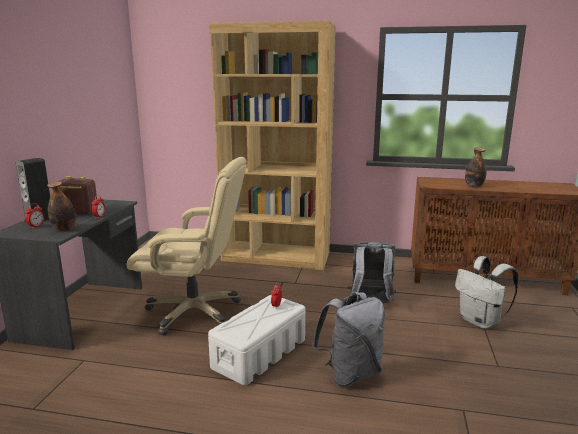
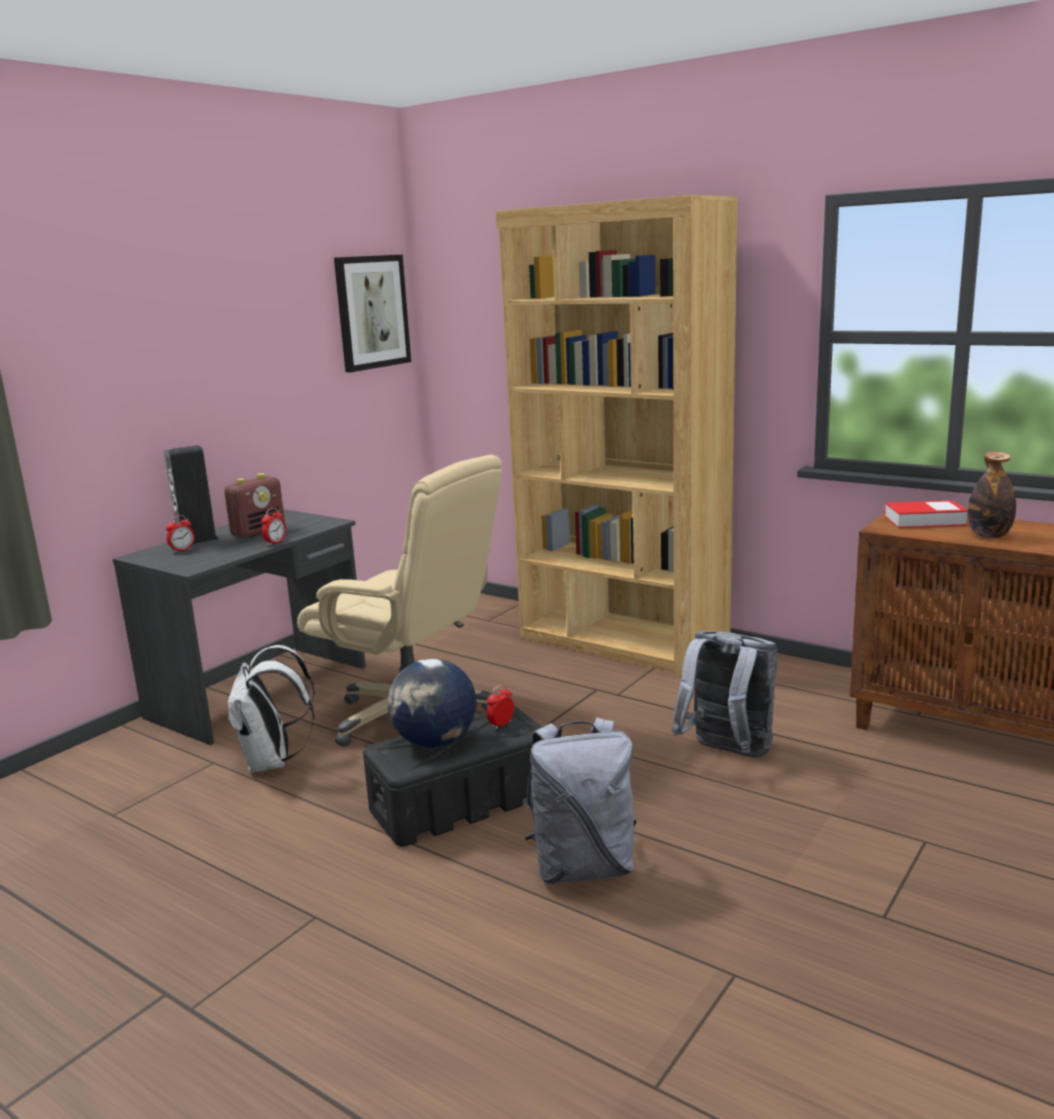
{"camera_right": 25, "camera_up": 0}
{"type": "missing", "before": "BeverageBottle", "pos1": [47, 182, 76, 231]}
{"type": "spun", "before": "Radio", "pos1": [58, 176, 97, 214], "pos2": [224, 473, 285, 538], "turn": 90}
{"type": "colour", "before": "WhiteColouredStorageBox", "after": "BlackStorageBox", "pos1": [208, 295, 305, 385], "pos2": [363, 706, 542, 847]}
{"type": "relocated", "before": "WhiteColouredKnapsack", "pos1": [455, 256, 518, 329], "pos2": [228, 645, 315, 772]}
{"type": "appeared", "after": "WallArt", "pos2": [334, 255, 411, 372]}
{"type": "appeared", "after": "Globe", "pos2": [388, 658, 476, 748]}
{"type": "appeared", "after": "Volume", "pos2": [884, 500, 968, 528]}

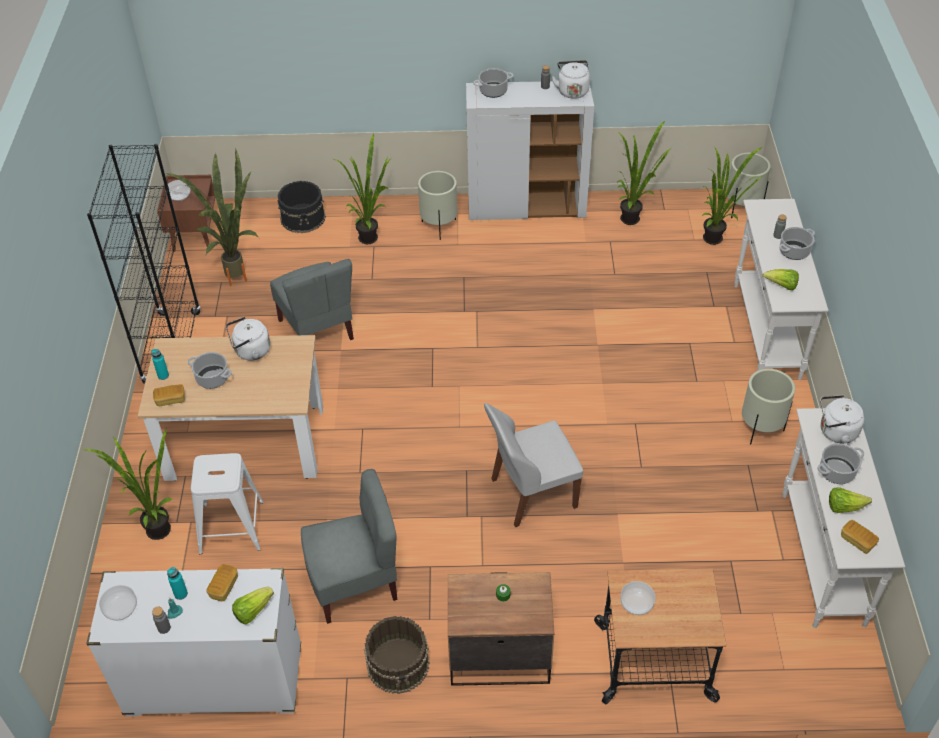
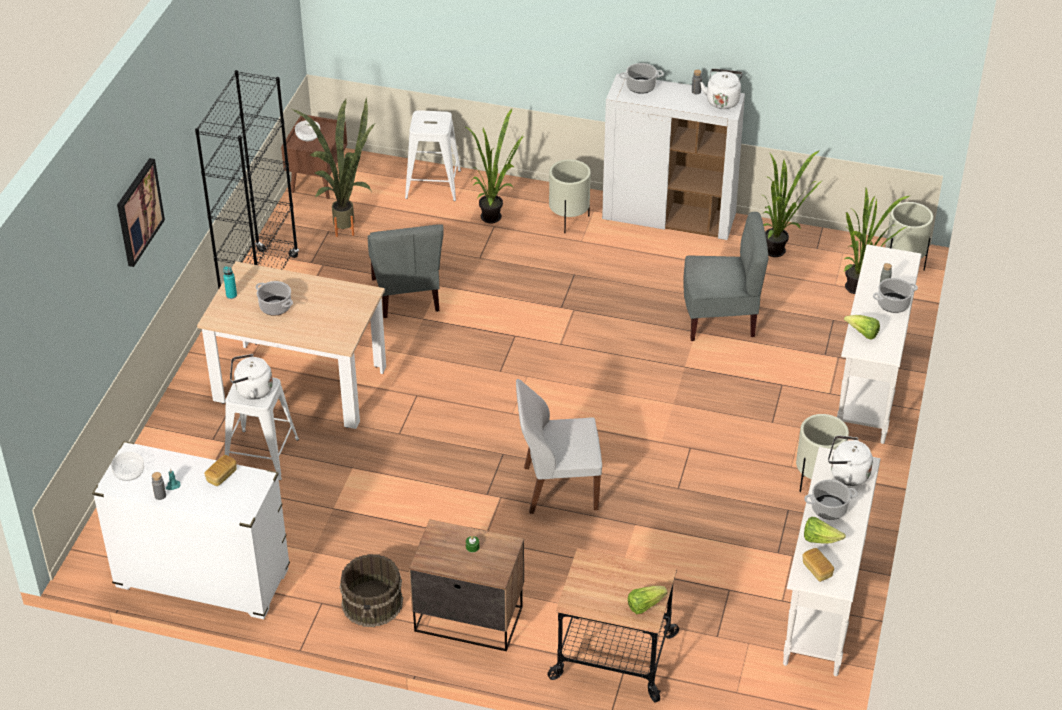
{"camera_right": 15, "camera_up": -5}
{"type": "missing", "before": "PottedPlant", "pos1": [84, 428, 173, 540]}
{"type": "missing", "before": "BakedBread", "pos1": [153, 384, 185, 406]}
{"type": "missing", "before": "TurquoiseColouredBeverageBottle", "pos1": [167, 567, 188, 600]}
{"type": "relocated", "before": "WhiteColouredWaterKettle", "pos1": [226, 317, 270, 360], "pos2": [230, 354, 273, 400]}
{"type": "relocated", "before": "Lettuce", "pos1": [232, 587, 274, 624], "pos2": [628, 586, 667, 614]}
{"type": "exchanged", "before": "BlackBucket", "after": "WhiteColouredSittingStool", "pos1": [277, 181, 326, 233], "pos2": [405, 110, 461, 201]}
{"type": "relocated", "before": "GreyishPlainChair", "pos1": [301, 469, 397, 624], "pos2": [683, 212, 768, 341]}
{"type": "missing", "before": "Bowl", "pos1": [621, 581, 655, 615]}
{"type": "appeared", "after": "WallArt", "pos2": [117, 158, 165, 267]}

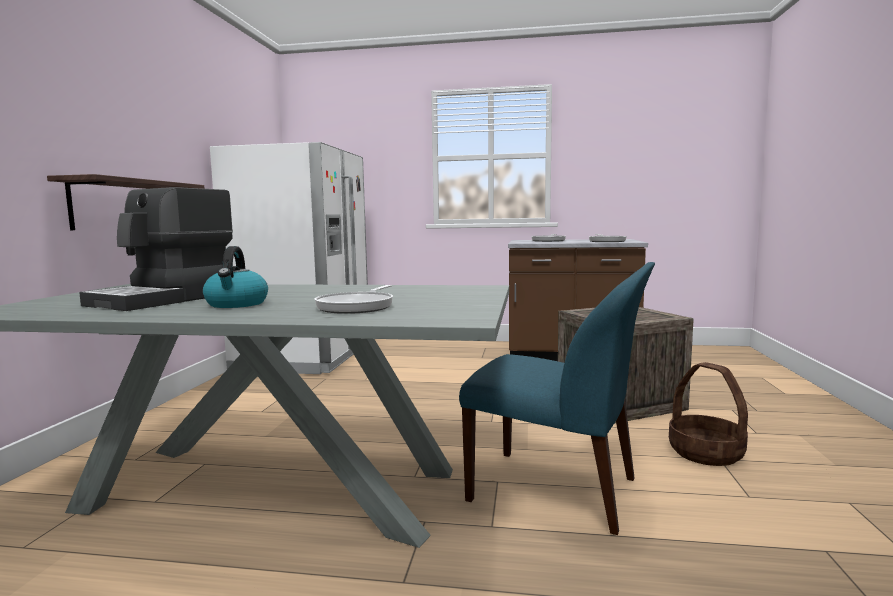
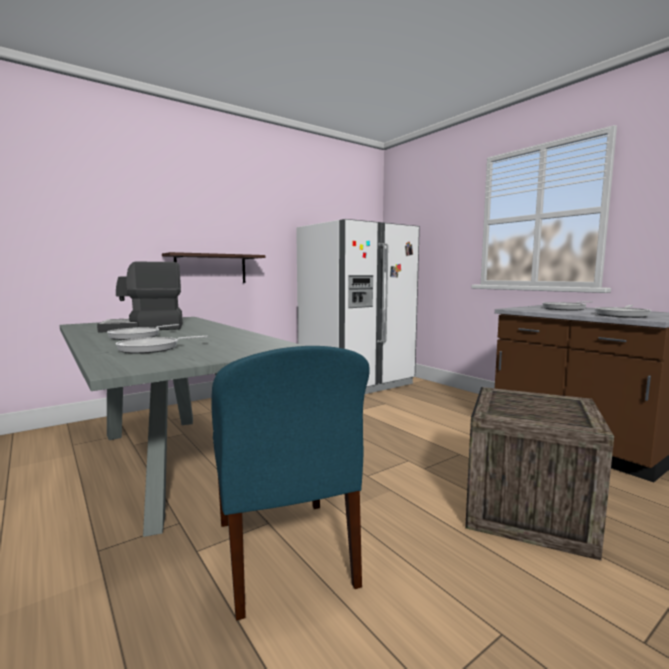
{"camera_right": 45, "camera_up": 0}
{"type": "exchanged", "before": "WaterKettle", "after": "FryingPan", "pos1": [203, 246, 268, 308], "pos2": [107, 324, 179, 340]}
{"type": "missing", "before": "HouseholdBasket", "pos1": [669, 362, 748, 466]}

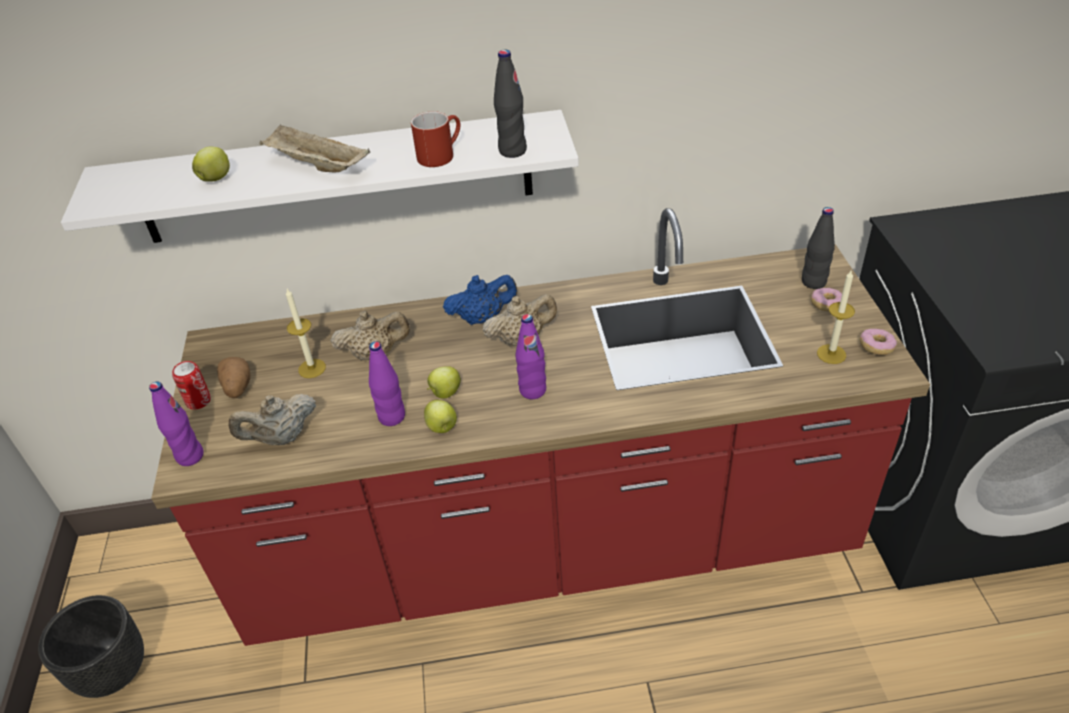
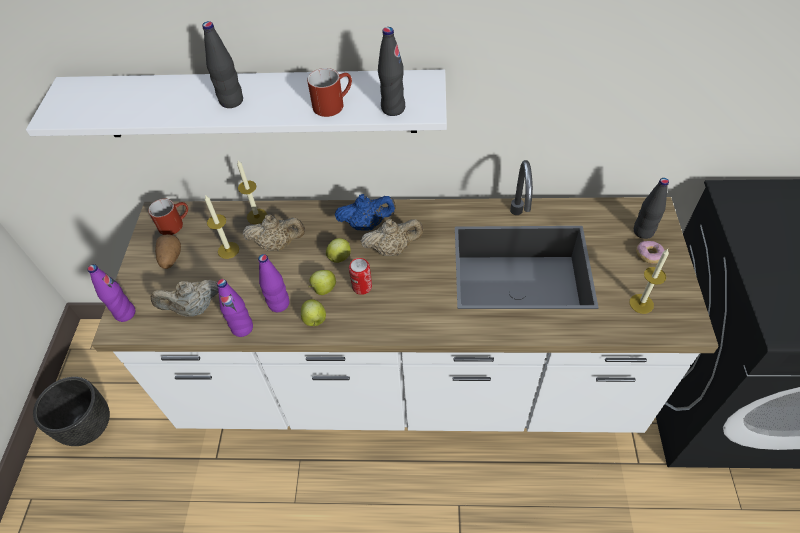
{"camera_right": 10, "camera_up": 10}
{"type": "colour", "before": "ReddishKitchenBaseUnit", "after": "WhiteColouredKitchenBaseUnit", "pos1": [151, 208, 930, 646], "pos2": [92, 160, 719, 433]}
{"type": "relocated", "before": "Can", "pos1": [172, 361, 211, 410], "pos2": [349, 258, 372, 295]}
{"type": "relocated", "before": "WholeApple", "pos1": [192, 147, 230, 182], "pos2": [326, 238, 351, 263]}
{"type": "exchanged", "before": "BeigeCarryingTray", "after": "BlackBeverageBottle", "pos1": [260, 124, 370, 173], "pos2": [202, 21, 243, 108]}
{"type": "relocated", "before": "PurplishBeverageBottle", "pos1": [516, 314, 546, 399], "pos2": [217, 279, 253, 337]}
{"type": "missing", "before": "RingDoughnut", "pos1": [859, 329, 897, 355]}
{"type": "appeared", "after": "ReddishMug", "pos2": [148, 199, 188, 235]}
{"type": "appeared", "after": "Candle", "pos2": [237, 160, 267, 224]}

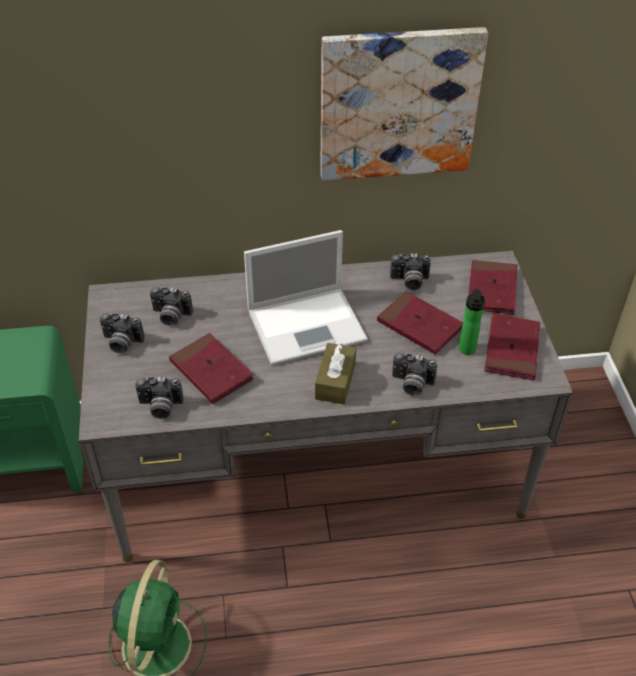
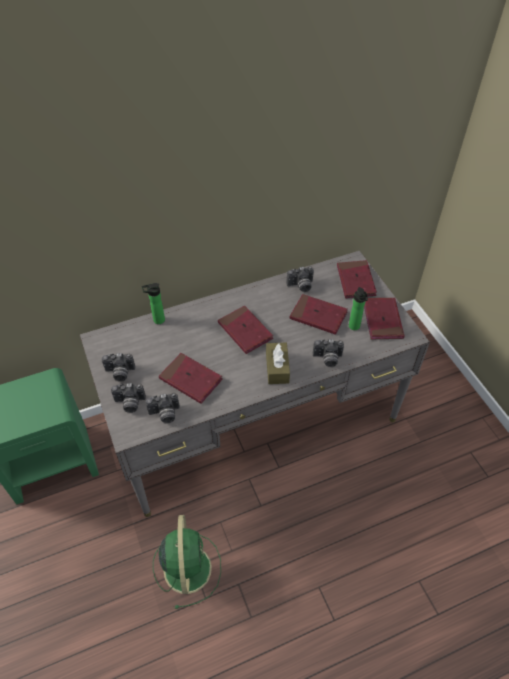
{"camera_right": -15, "camera_up": 5}
{"type": "relocated", "before": "StillCamera", "pos1": [150, 287, 193, 326], "pos2": [111, 383, 146, 413]}
{"type": "exchanged", "before": "NotebookComputer", "after": "ReddishVolume", "pos1": [244, 230, 368, 365], "pos2": [218, 305, 273, 354]}
{"type": "missing", "before": "WallArt", "pos1": [320, 27, 488, 180]}
{"type": "appeared", "after": "BeverageBottle", "pos2": [142, 283, 165, 324]}

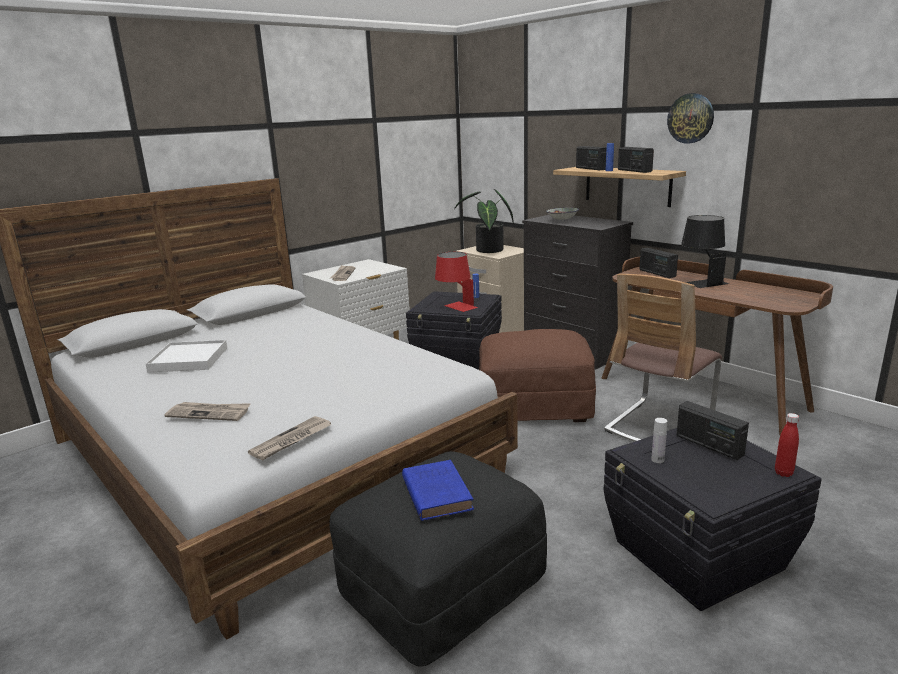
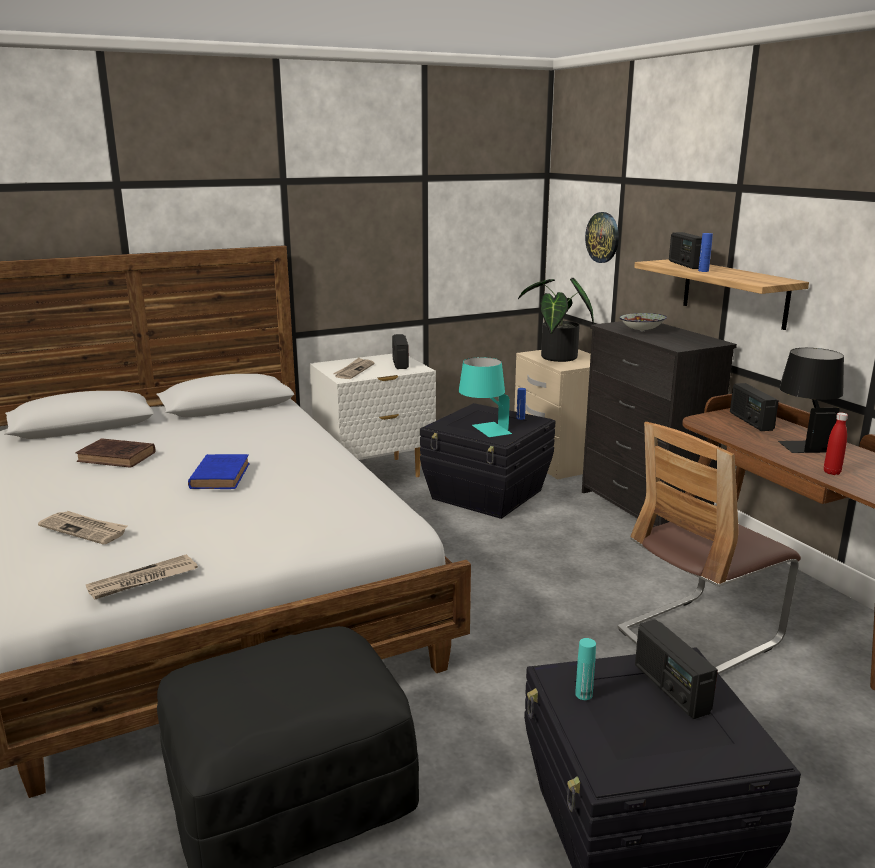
{"camera_right": 15, "camera_up": 0}
{"type": "exchanged", "before": "WhiteColouredCarryingTray", "after": "BrownColouredVolume", "pos1": [146, 340, 227, 373], "pos2": [76, 438, 155, 468]}
{"type": "relocated", "before": "BlueVolume", "pos1": [402, 460, 474, 521], "pos2": [188, 454, 250, 489]}
{"type": "colour", "before": "ReddishLampForATable", "after": "TurquoiseColouredLampForATable", "pos1": [435, 252, 478, 312], "pos2": [459, 357, 512, 437]}
{"type": "missing", "before": "BrownColouredFootrest", "pos1": [479, 329, 596, 422]}
{"type": "relocated", "before": "Radio", "pos1": [618, 147, 654, 173], "pos2": [392, 334, 409, 369]}
{"type": "colour", "before": "WhiteColouredBeverageBottle", "after": "TurquoiseColouredBeverageBottle", "pos1": [651, 418, 667, 463], "pos2": [575, 638, 596, 700]}
{"type": "relocated", "before": "WallClock", "pos1": [667, 93, 714, 144], "pos2": [585, 212, 619, 263]}
{"type": "relocated", "before": "ReddishBeverageBottle", "pos1": [775, 413, 799, 477], "pos2": [824, 413, 848, 475]}

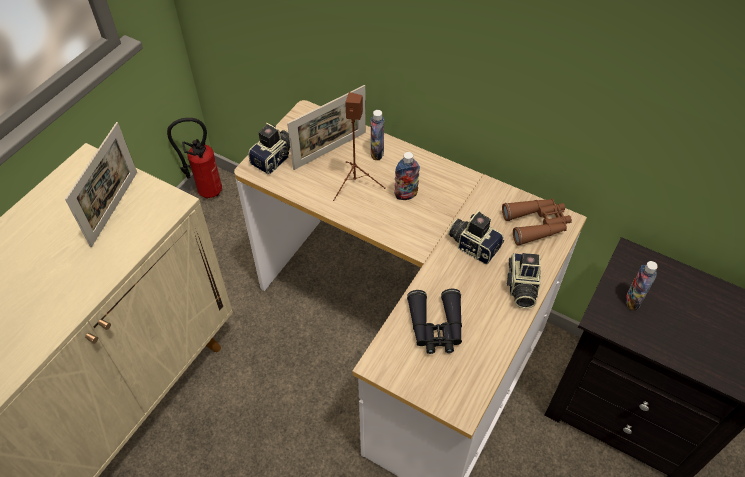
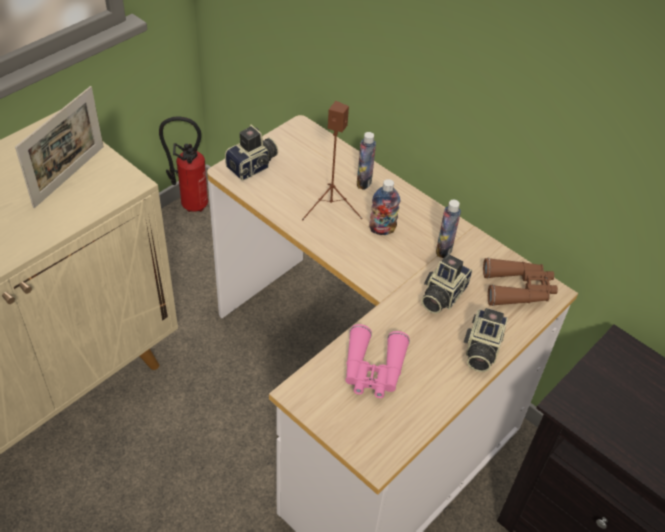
{"camera_right": 10, "camera_up": -5}
{"type": "missing", "before": "StandingFrame", "pos1": [287, 85, 366, 170]}
{"type": "colour", "before": "BlackBinoculars", "after": "PinkishBinoculars", "pos1": [407, 289, 462, 354], "pos2": [345, 324, 410, 398]}
{"type": "spun", "before": "StillCamera", "pos1": [448, 210, 504, 264], "pos2": [421, 254, 472, 314], "turn": -105}
{"type": "relocated", "before": "BeverageBottle", "pos1": [625, 261, 658, 310], "pos2": [436, 200, 461, 258]}

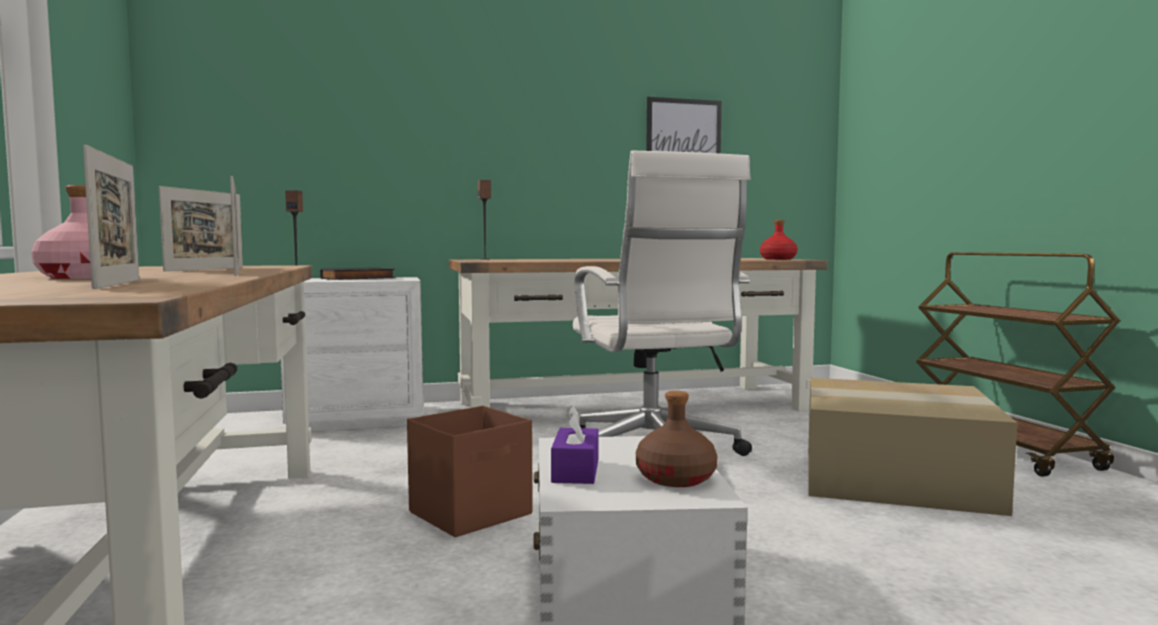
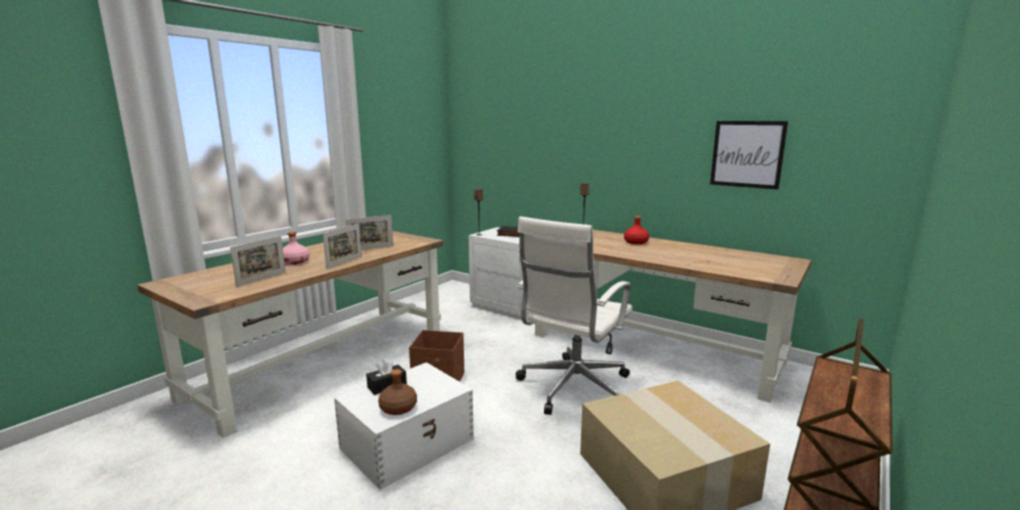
{"camera_right": 50, "camera_up": 10}
{"type": "colour", "before": "PurplishTissueBox", "after": "BlackTissueBox", "pos1": [551, 405, 599, 484], "pos2": [366, 358, 407, 395]}
{"type": "relocated", "before": "ReddishBeverageBottle", "pos1": [760, 220, 797, 260], "pos2": [624, 216, 649, 245]}

